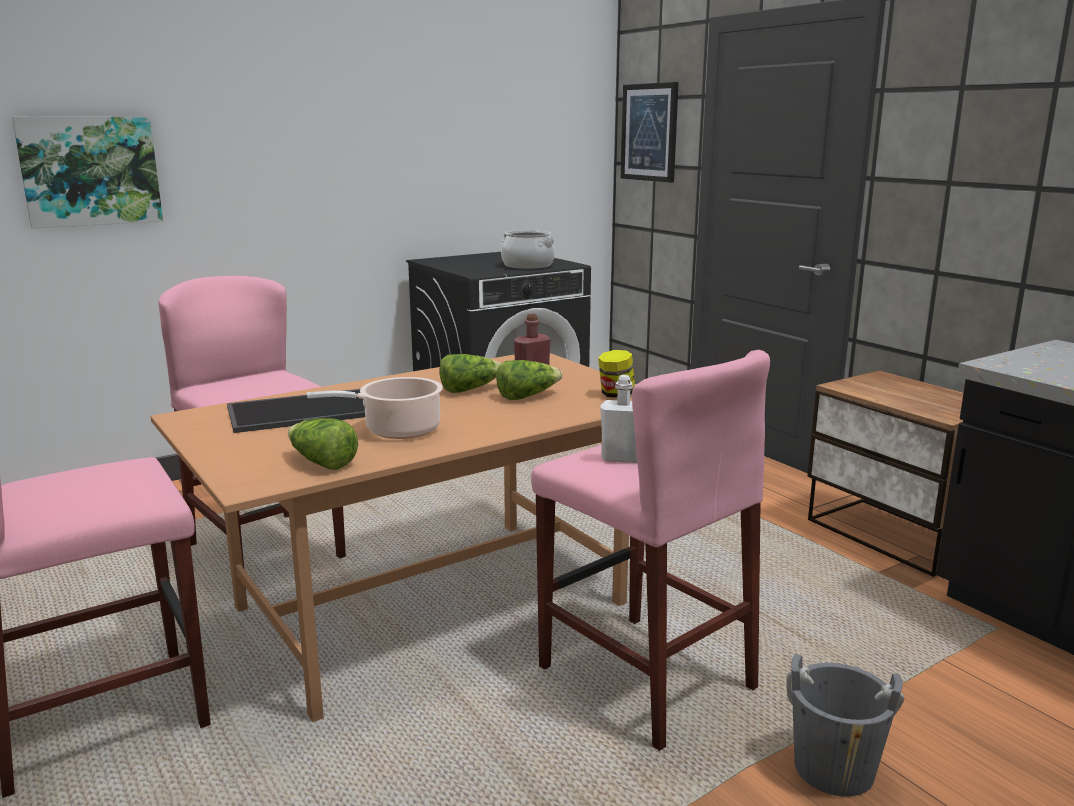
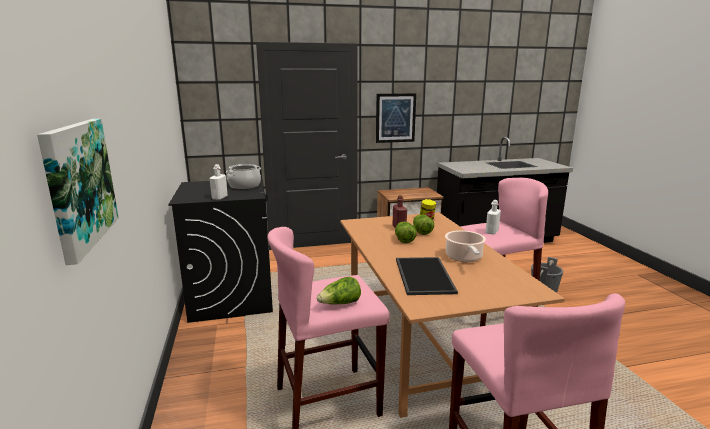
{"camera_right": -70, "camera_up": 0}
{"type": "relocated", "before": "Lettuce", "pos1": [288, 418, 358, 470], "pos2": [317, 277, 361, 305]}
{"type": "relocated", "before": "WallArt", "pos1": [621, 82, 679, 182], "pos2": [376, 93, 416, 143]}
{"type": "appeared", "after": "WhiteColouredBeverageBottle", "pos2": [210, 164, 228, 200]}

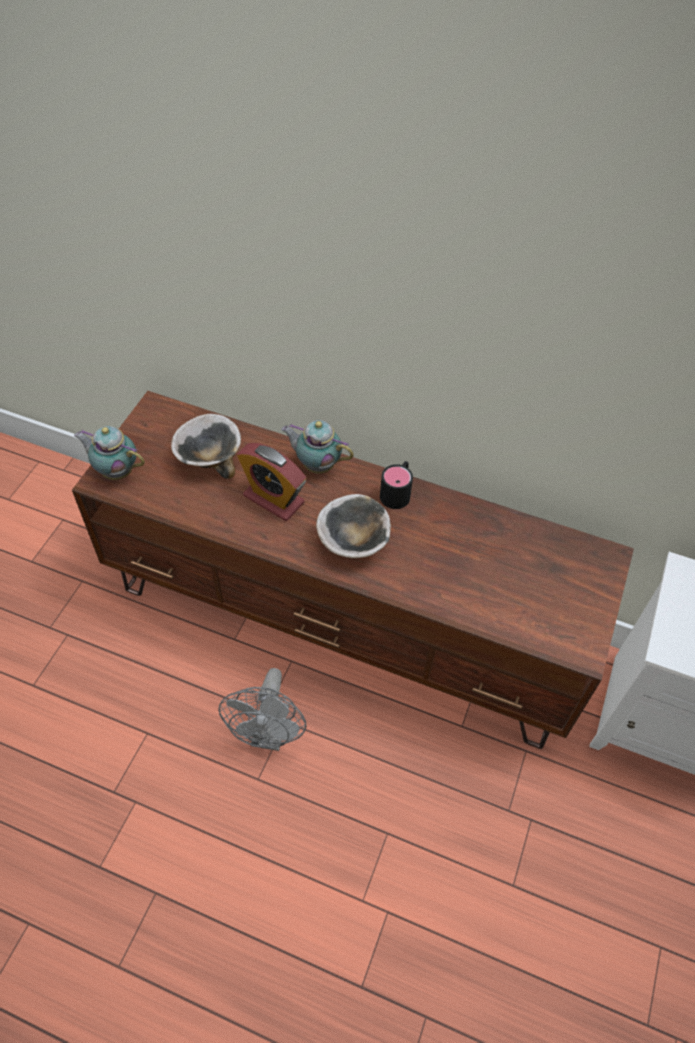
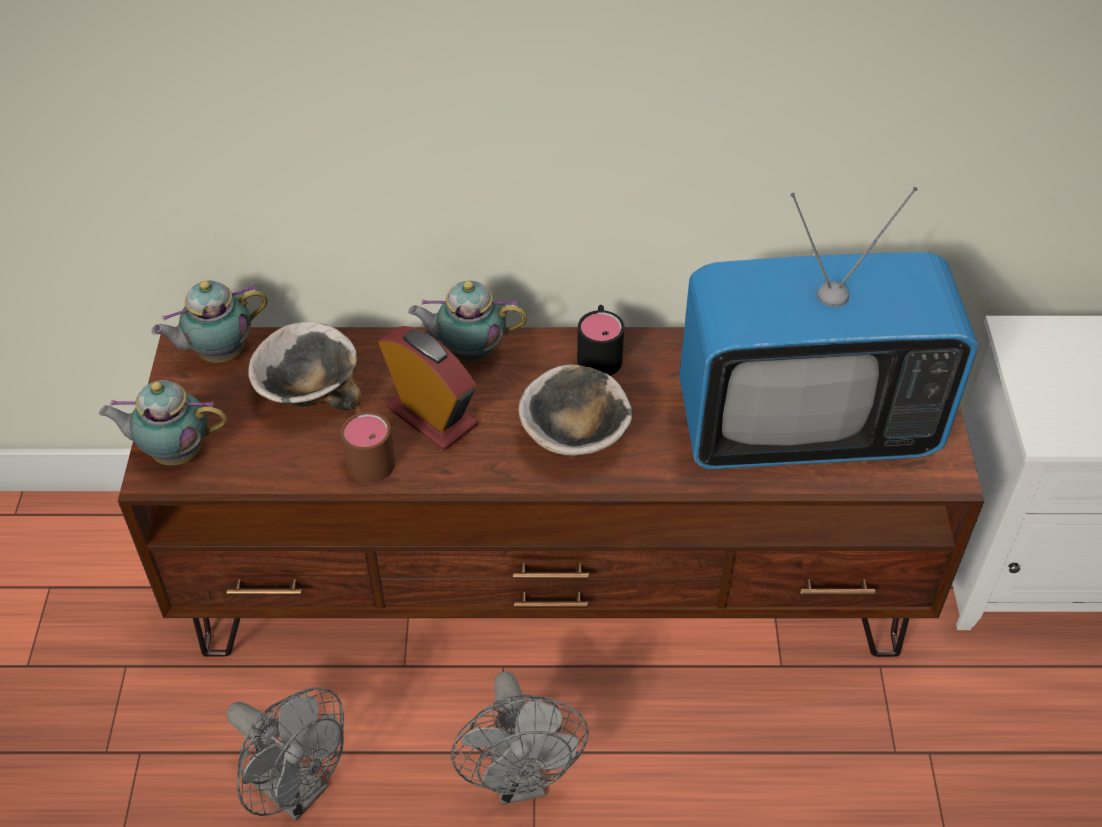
{"camera_right": -20, "camera_up": -5}
{"type": "spun", "before": "AlarmClock", "pos1": [237, 443, 306, 521], "pos2": [378, 326, 477, 450], "turn": -150}
{"type": "appeared", "after": "Teapot", "pos2": [151, 281, 268, 363]}
{"type": "appeared", "after": "GreyishElectricFan", "pos2": [227, 687, 344, 820]}
{"type": "appeared", "after": "BrownColouredMug", "pos2": [341, 406, 395, 483]}
{"type": "appeared", "after": "Tv", "pos2": [679, 187, 978, 469]}

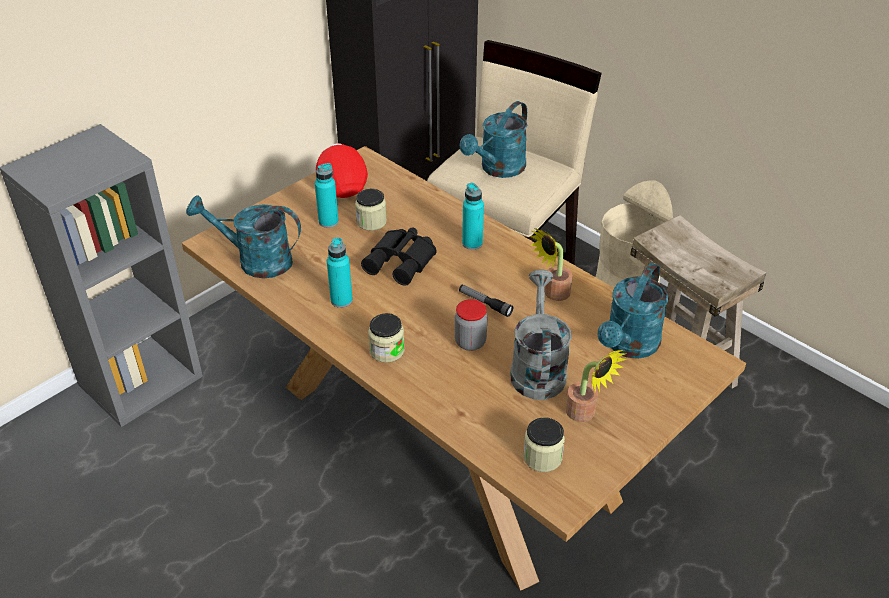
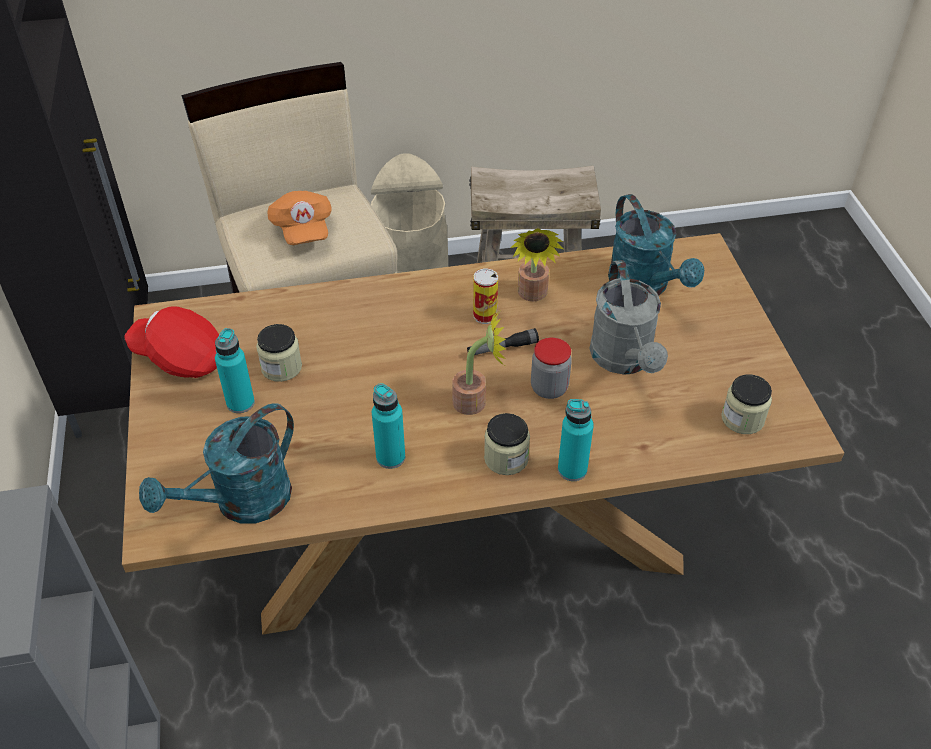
{"camera_right": -55, "camera_up": 5}
{"type": "missing", "before": "BlackBinoculars", "pos1": [361, 227, 437, 286]}
{"type": "exchanged", "before": "TurquoiseColouredWateringCan", "after": "OrangeyBaseballCap", "pos1": [460, 101, 527, 178], "pos2": [267, 191, 332, 245]}
{"type": "relocated", "before": "TurquoiseColouredBeverageBottle", "pos1": [462, 183, 484, 250], "pos2": [558, 399, 594, 481]}
{"type": "spun", "before": "GreyishWateringCan", "pos1": [511, 269, 572, 400], "pos2": [589, 260, 668, 374], "turn": -135}
{"type": "relocated", "before": "PottedPlant", "pos1": [566, 350, 627, 422], "pos2": [452, 312, 506, 415]}
{"type": "appeared", "after": "Can", "pos2": [473, 268, 498, 324]}

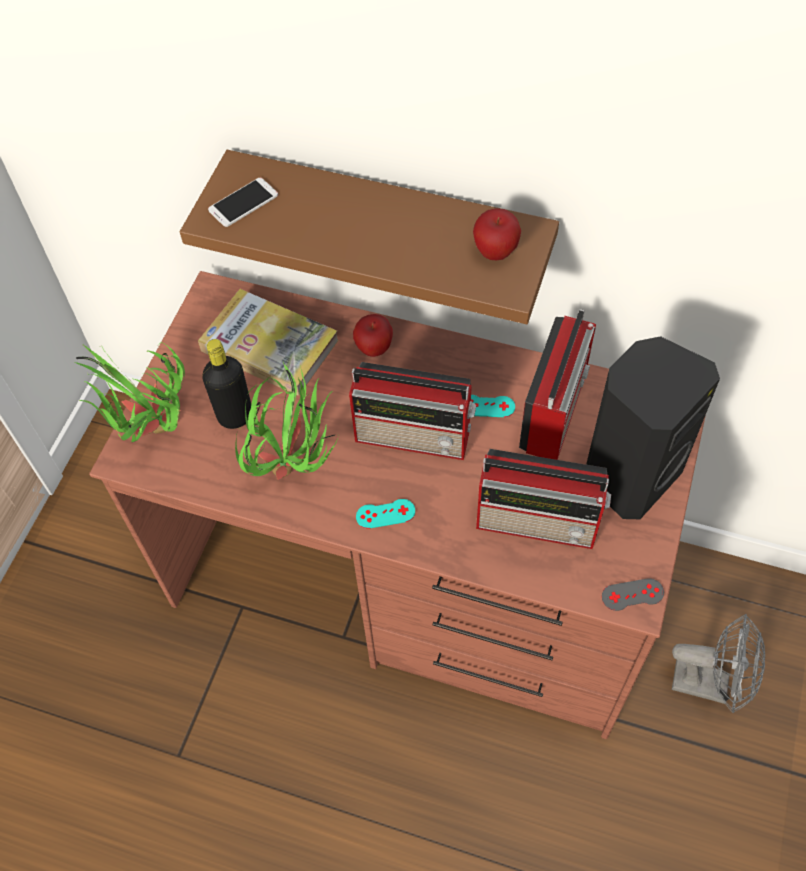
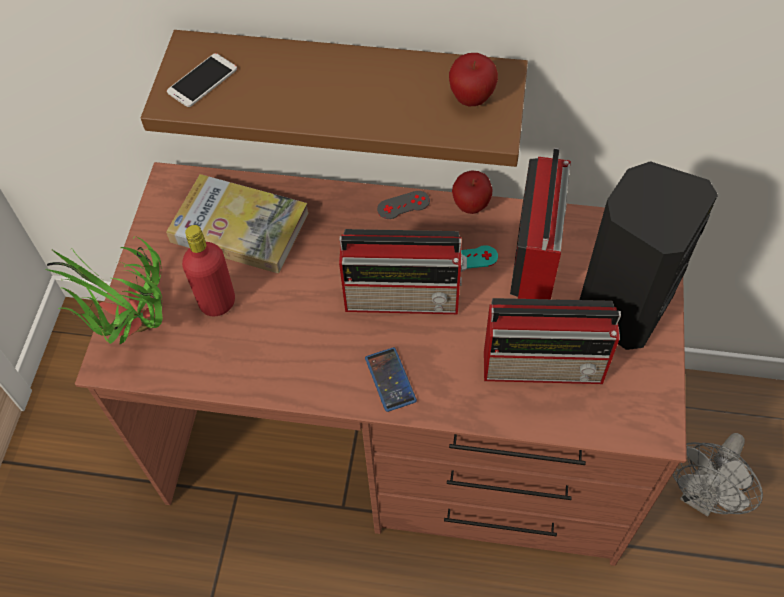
{"camera_right": -10, "camera_up": 0}
{"type": "colour", "before": "BlackBeverageBottle", "after": "ReddishBeverageBottle", "pos1": [202, 339, 251, 429], "pos2": [182, 225, 235, 316]}
{"type": "missing", "before": "PottedPlant", "pos1": [235, 362, 339, 480]}
{"type": "relocated", "before": "WholeApple", "pos1": [353, 314, 393, 357], "pos2": [452, 171, 493, 214]}
{"type": "exchanged", "before": "TurquoiseColouredGameController", "after": "Telephone", "pos1": [356, 499, 415, 528], "pos2": [365, 347, 417, 412]}
{"type": "relocated", "before": "GreyishGameController", "pos1": [602, 578, 664, 611], "pos2": [377, 191, 430, 219]}
{"type": "spun", "before": "GreyishElectricFan", "pos1": [672, 614, 765, 713], "pos2": [673, 433, 763, 517], "turn": 120}

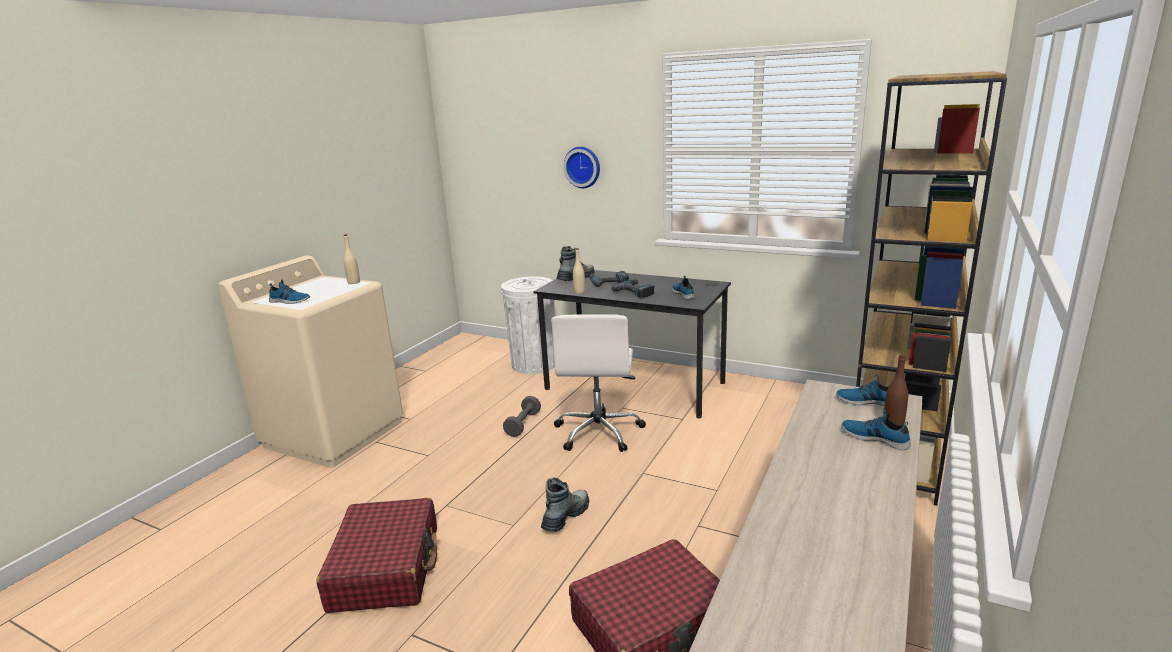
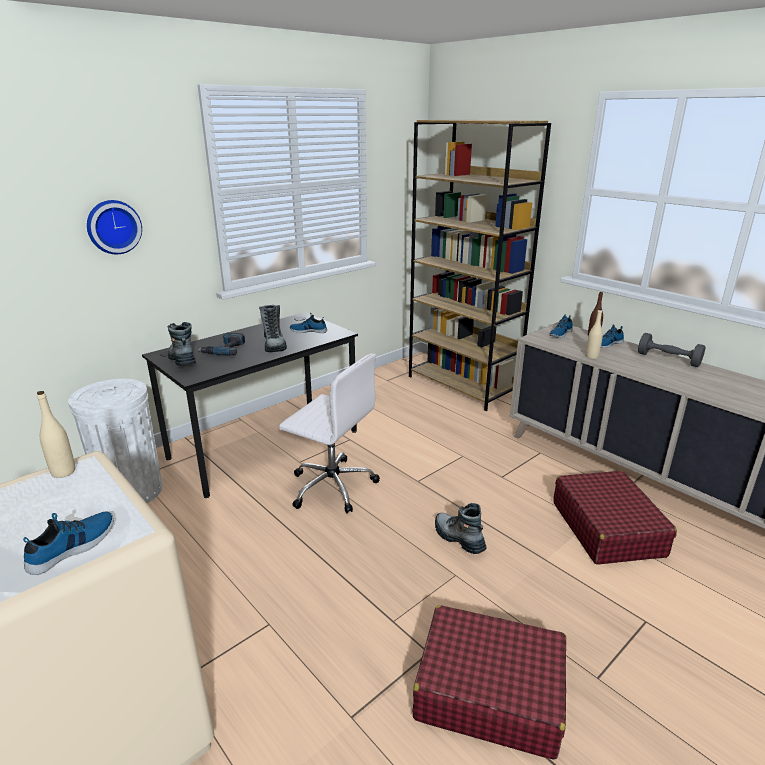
{"camera_right": -70, "camera_up": 5}
{"type": "relocated", "before": "GreyishFreeWeight", "pos1": [503, 396, 541, 437], "pos2": [638, 333, 705, 367]}
{"type": "relocated", "before": "BeigeBeverageBottle", "pos1": [573, 248, 585, 294], "pos2": [586, 308, 603, 359]}
{"type": "exchanged", "before": "PowerDrill", "after": "HighTopBoot", "pos1": [612, 279, 655, 299], "pos2": [259, 305, 287, 352]}

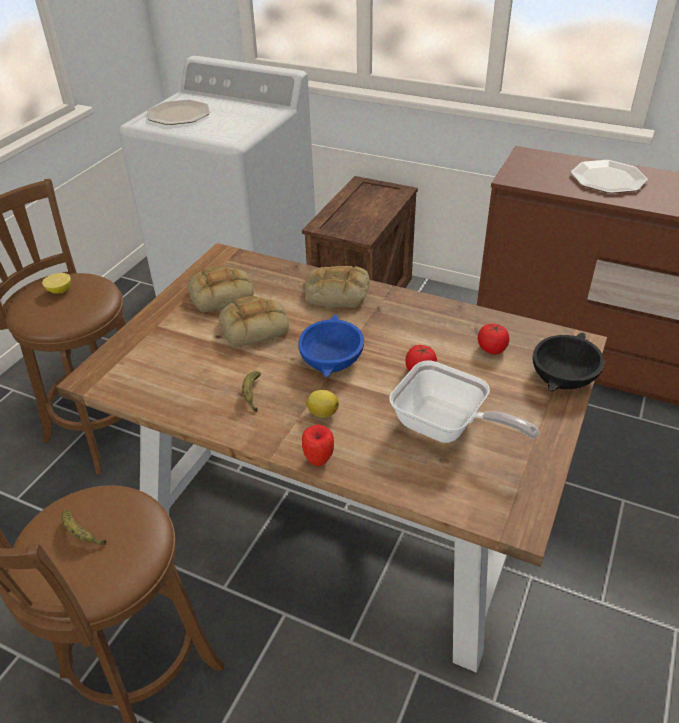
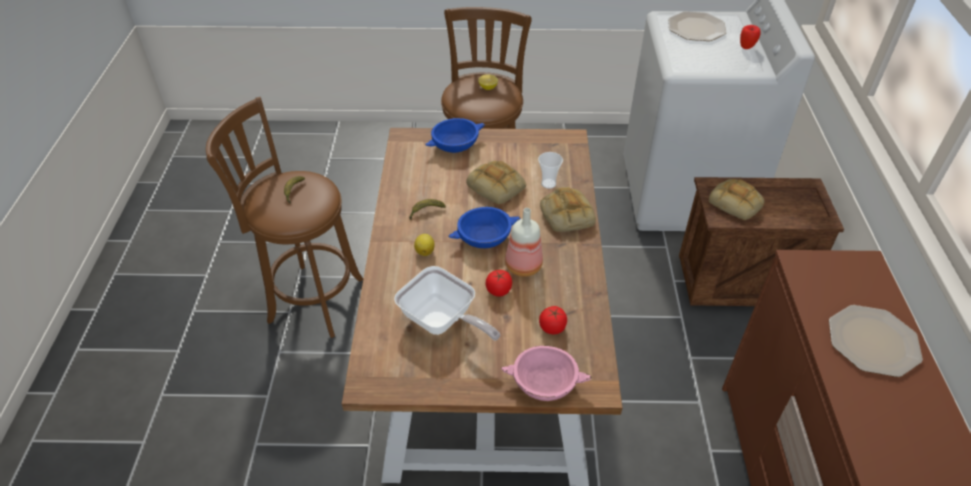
{"camera_right": 65, "camera_up": 5}
{"type": "relocated", "before": "BakedBread", "pos1": [187, 266, 254, 313], "pos2": [709, 179, 765, 221]}
{"type": "relocated", "before": "WholeApple", "pos1": [302, 425, 334, 466], "pos2": [740, 25, 761, 49]}
{"type": "spun", "before": "FryingPan", "pos1": [389, 361, 539, 443], "pos2": [394, 266, 500, 341], "turn": -60}
{"type": "colour", "before": "BlackBowl", "after": "PinkishBowl", "pos1": [533, 332, 605, 391], "pos2": [501, 346, 592, 401]}
{"type": "appeared", "after": "BlueBowl", "pos2": [425, 118, 485, 153]}
{"type": "appeared", "after": "BeverageBottle", "pos2": [505, 208, 543, 277]}
{"type": "appeared", "after": "SmallCup", "pos2": [538, 152, 563, 189]}

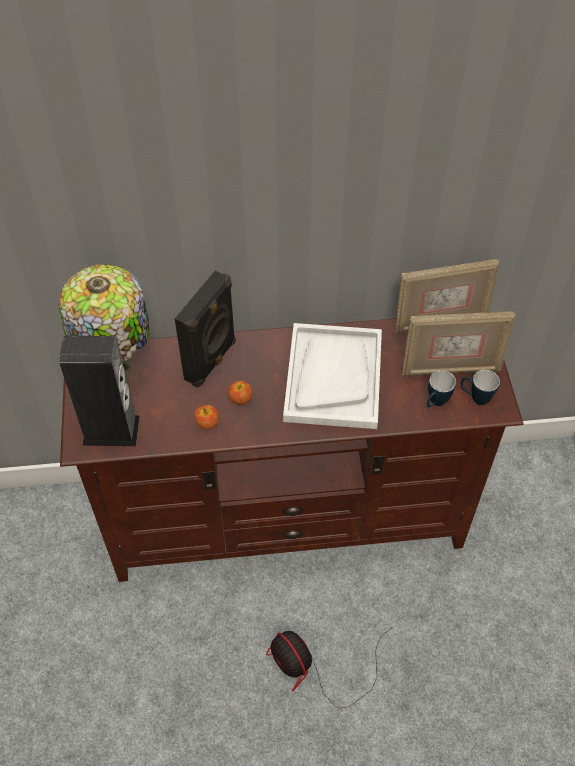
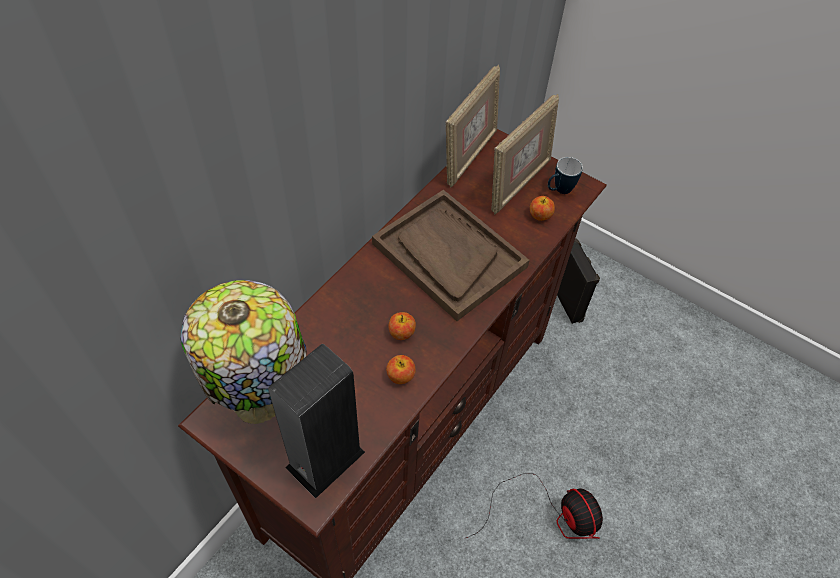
{"camera_right": -50, "camera_up": 0}
{"type": "relocated", "before": "BlackAudioSpeaker", "pos1": [175, 271, 236, 388], "pos2": [557, 238, 600, 324]}
{"type": "spun", "before": "ElectricFan", "pos1": [266, 627, 393, 709], "pos2": [466, 473, 603, 539], "turn": -120}
{"type": "colour", "before": "WhiteColouredCarryingTray", "after": "BrownColouredCarryingTray", "pos1": [283, 323, 382, 429], "pos2": [372, 190, 529, 321]}
{"type": "exchanged", "before": "Mug", "after": "WholeApple", "pos1": [427, 370, 456, 407], "pos2": [530, 196, 555, 221]}

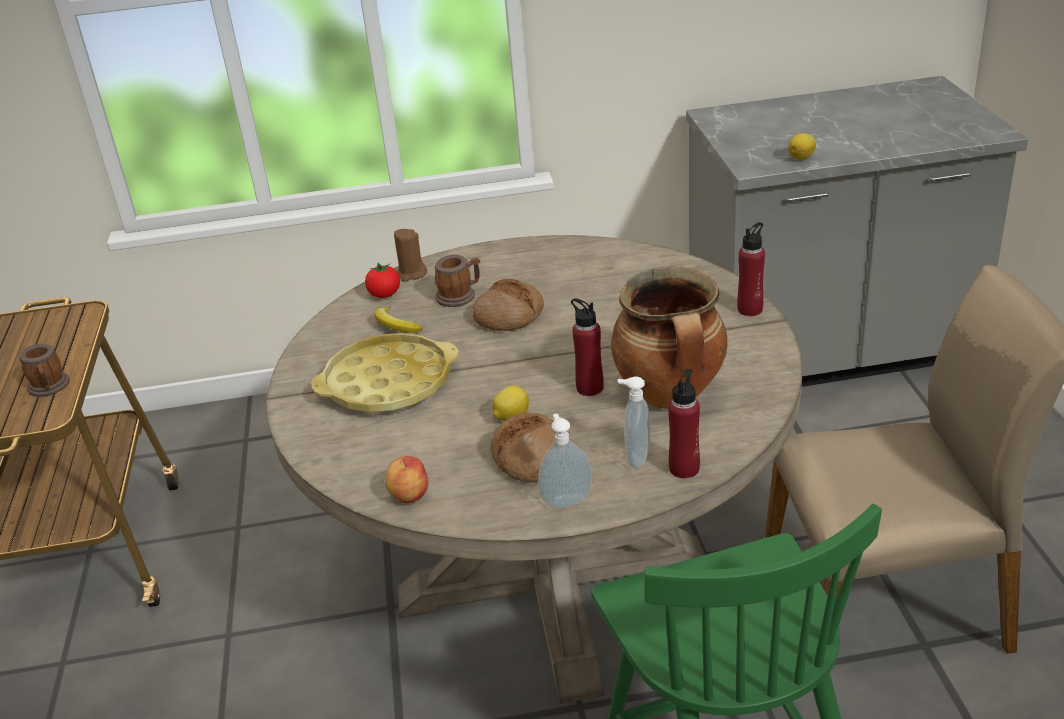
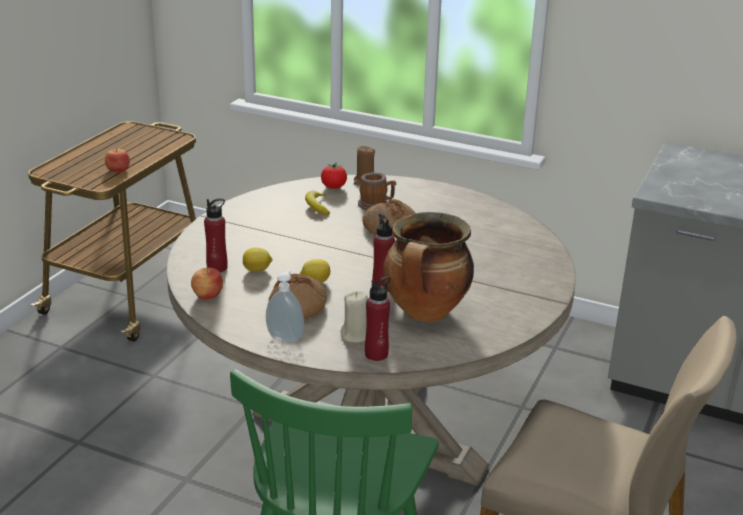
{"camera_right": 30, "camera_up": -5}
{"type": "exchanged", "before": "Mug", "after": "WholeApple", "pos1": [19, 344, 69, 397], "pos2": [105, 148, 130, 173]}
{"type": "missing", "before": "YellowColouredCarryingTray", "pos1": [311, 333, 459, 412]}
{"type": "exchanged", "before": "SoapBottle", "after": "BeigeCandle", "pos1": [618, 376, 650, 468], "pos2": [341, 291, 368, 343]}
{"type": "relocated", "before": "ReddishBeverageBottle", "pos1": [737, 222, 765, 316], "pos2": [204, 198, 228, 272]}
{"type": "relocated", "before": "Lemon", "pos1": [788, 133, 816, 160], "pos2": [243, 247, 273, 272]}

